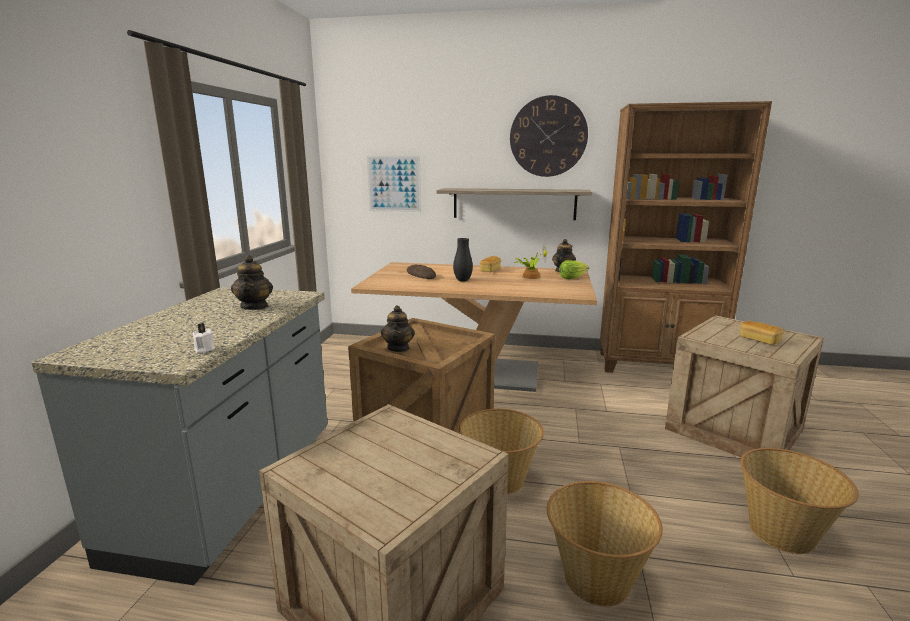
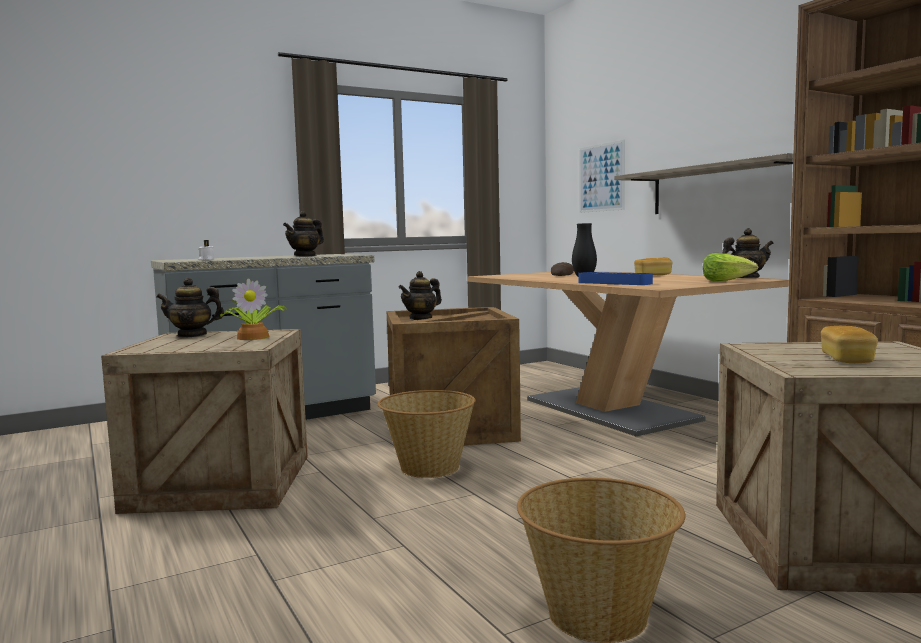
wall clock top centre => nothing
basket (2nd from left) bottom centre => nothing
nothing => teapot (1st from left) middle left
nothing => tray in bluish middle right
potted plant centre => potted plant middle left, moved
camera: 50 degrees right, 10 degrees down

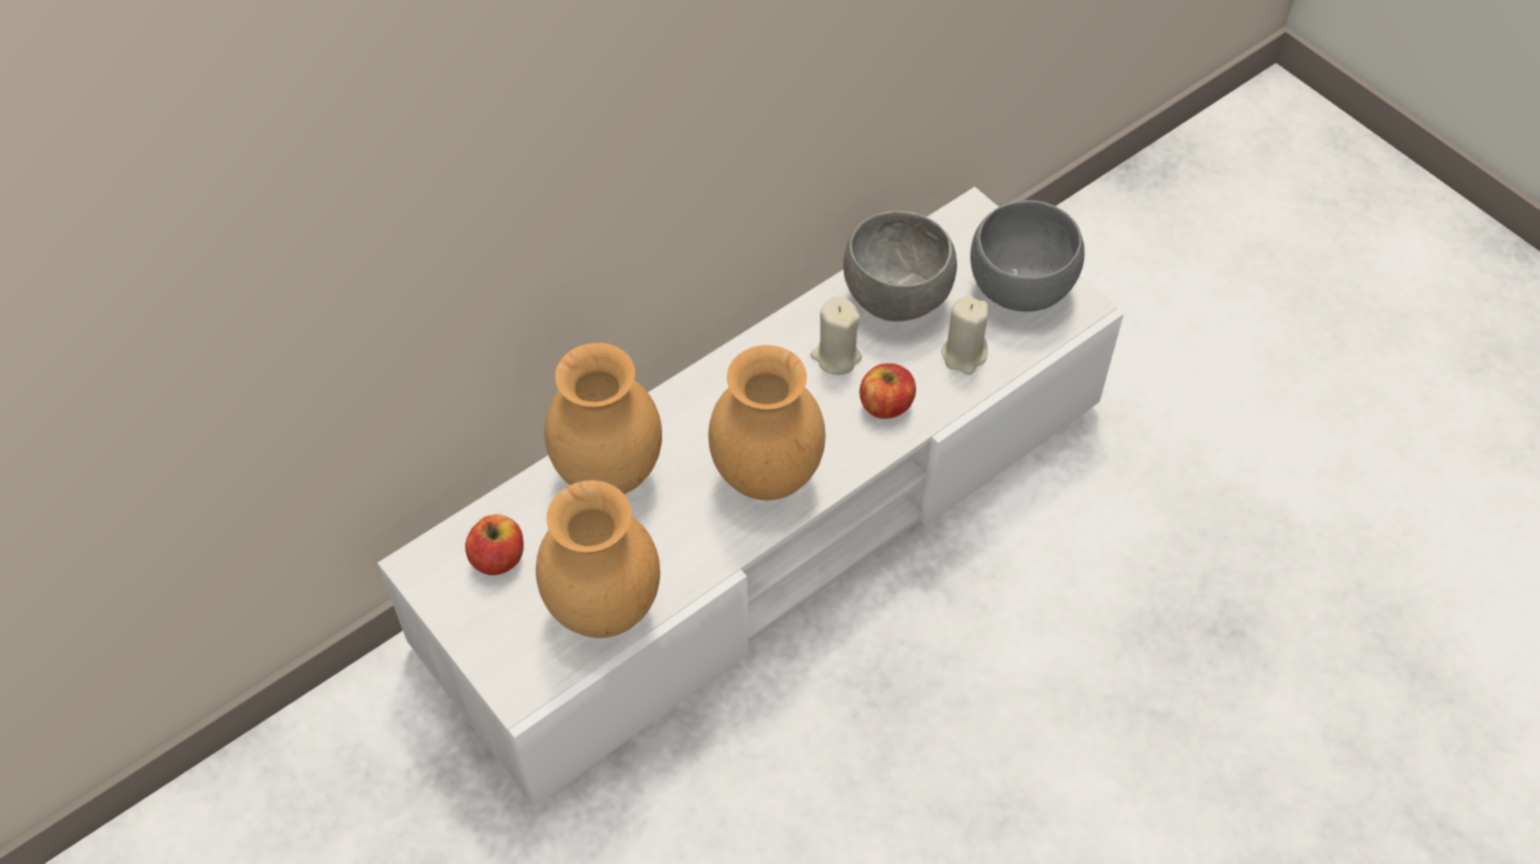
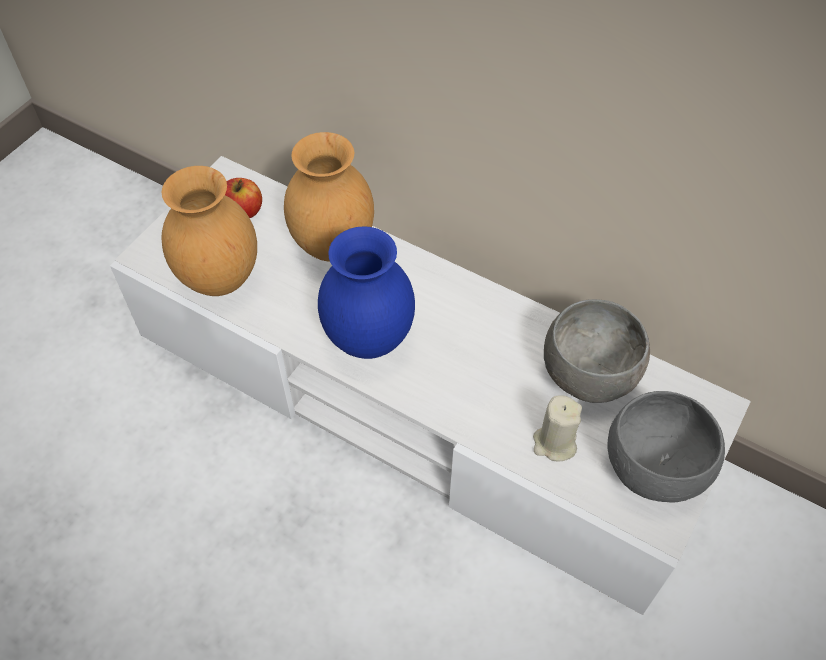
wax light in sand-coloured (1st from left) centre => nothing
apple fruit (2nd from left) centre => nothing
vase in brown-coloured (3rd from left) centre => vase in bluish centre
camera: 70 degrees right, 0 degrees up

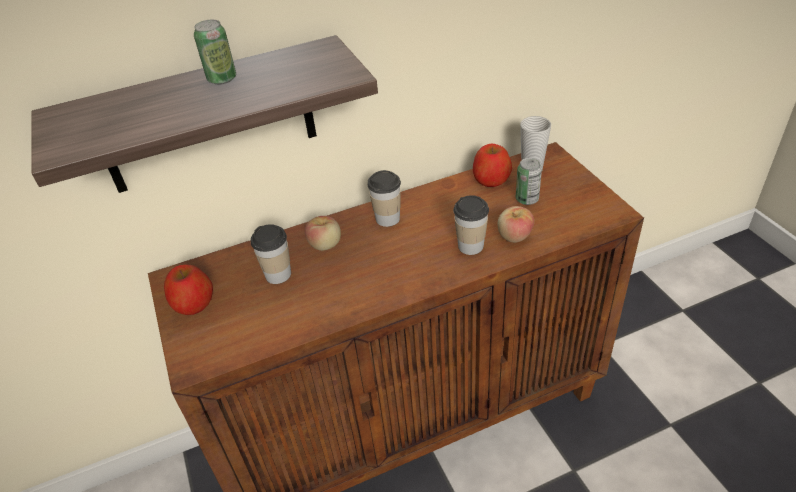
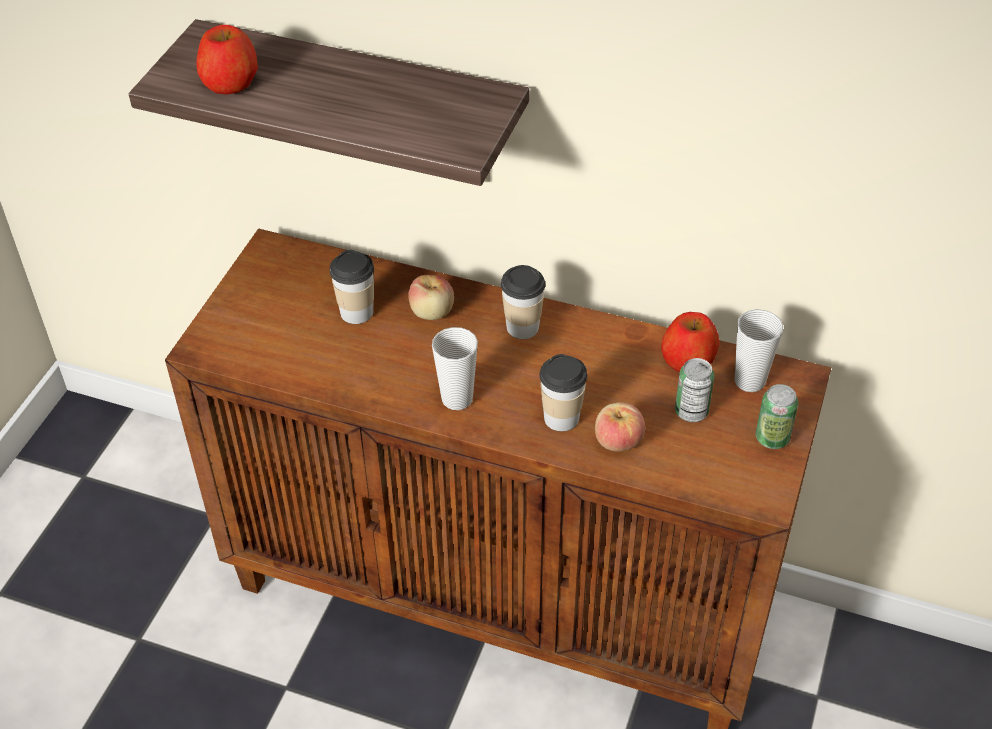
nothing => cup (2nd from left) centre
apple fruit (1st from left) middle left => apple fruit (1st from left) top left, moved
can (1st from left in the first image) top left => can (2nd from left) middle right, moved
camera: 40 degrees right, 5 degrees up

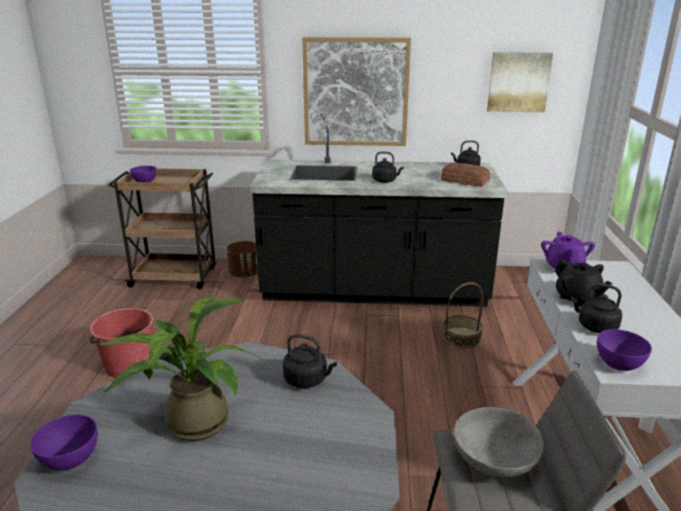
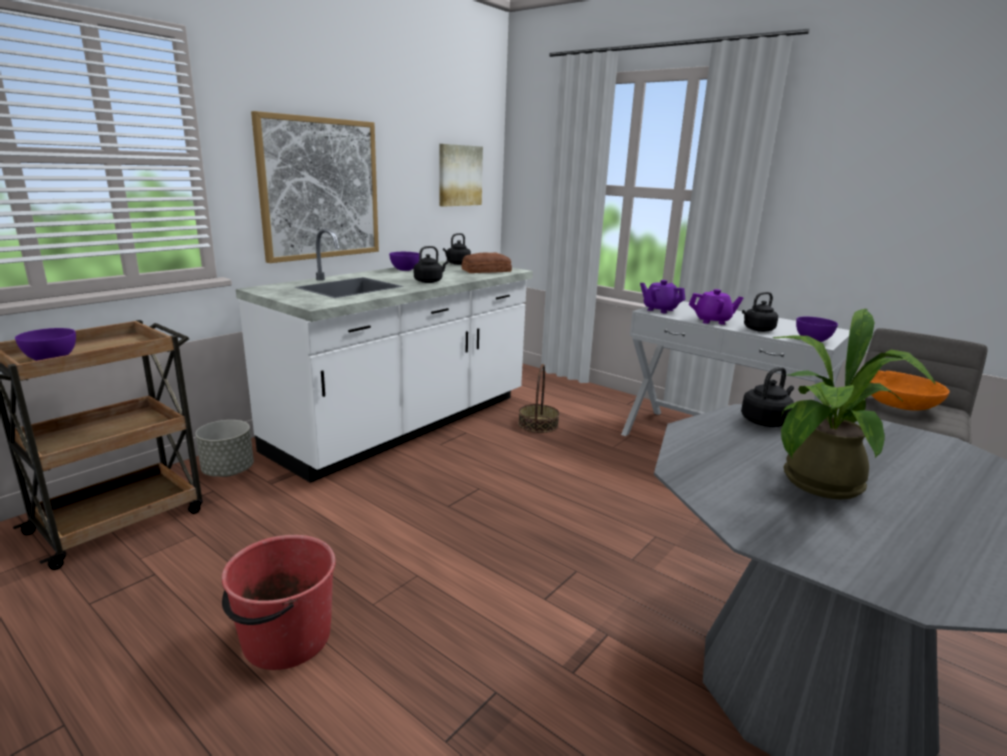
bowl in purple (1st from left in the first image) bottom left => bowl in purple (2nd from left) centre, moved
flower pot in brown-coloured centre => flower pot in greyish middle left
counter in black centre => counter in whitish centre
bowl in greyish bottom right => bowl in orangey middle right
teapot in black middle right => teapot in purple (2nd from left) middle right
camera: 55 degrees left, 5 degrees down

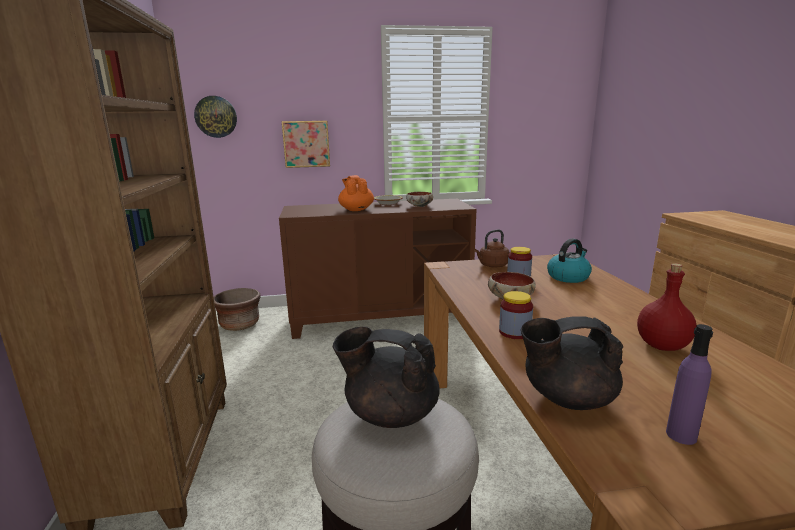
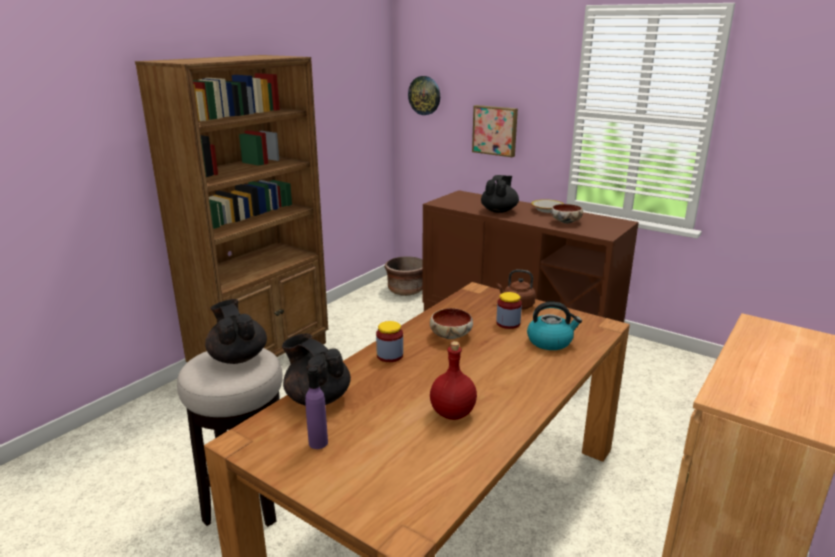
teapot in orangey centre => teapot in black (3rd from left) centre
camera: 45 degrees right, 5 degrees up

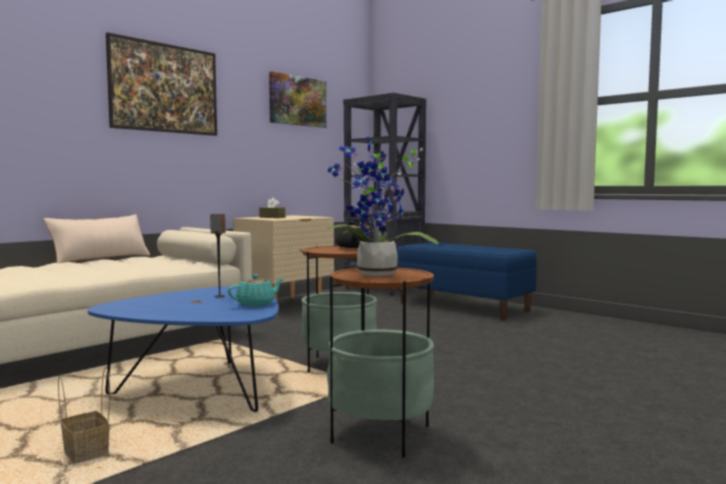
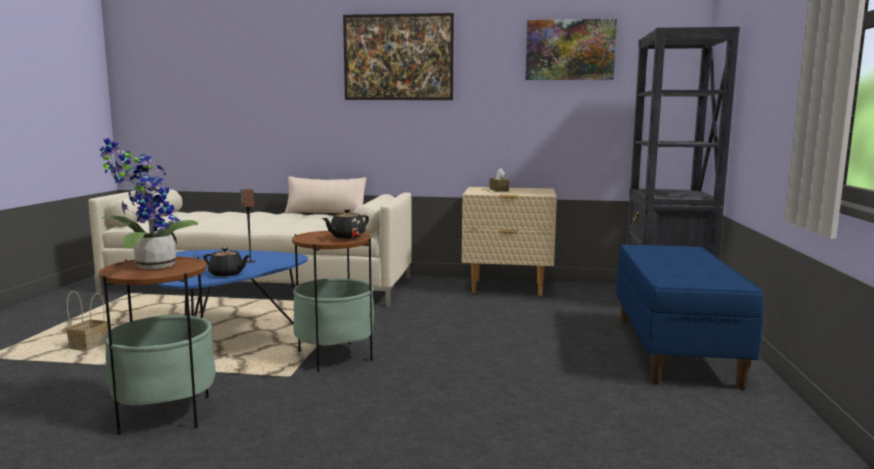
teapot in blue-green centre => teapot in black (1st from left) middle left
camera: 55 degrees right, 5 degrees up

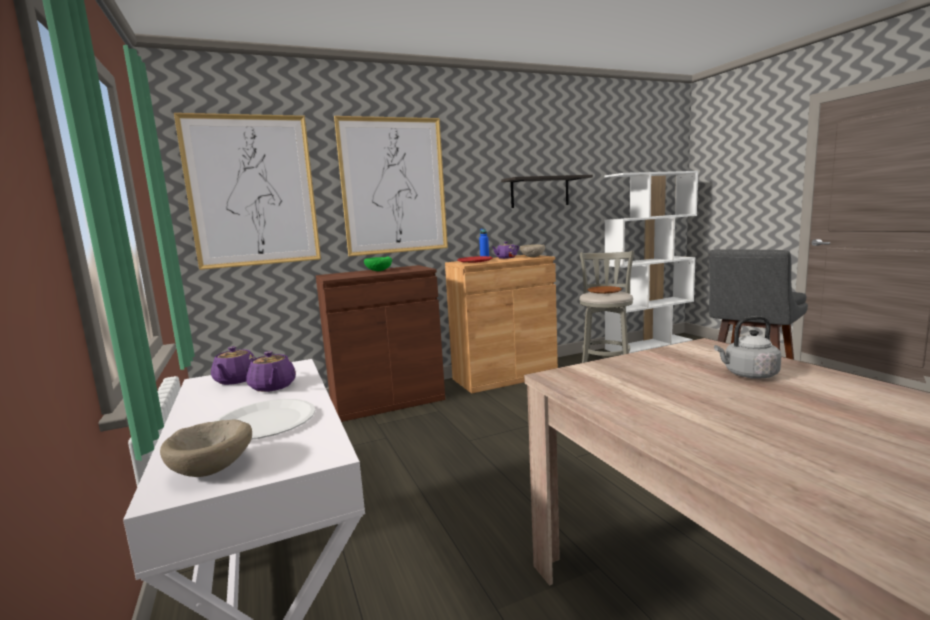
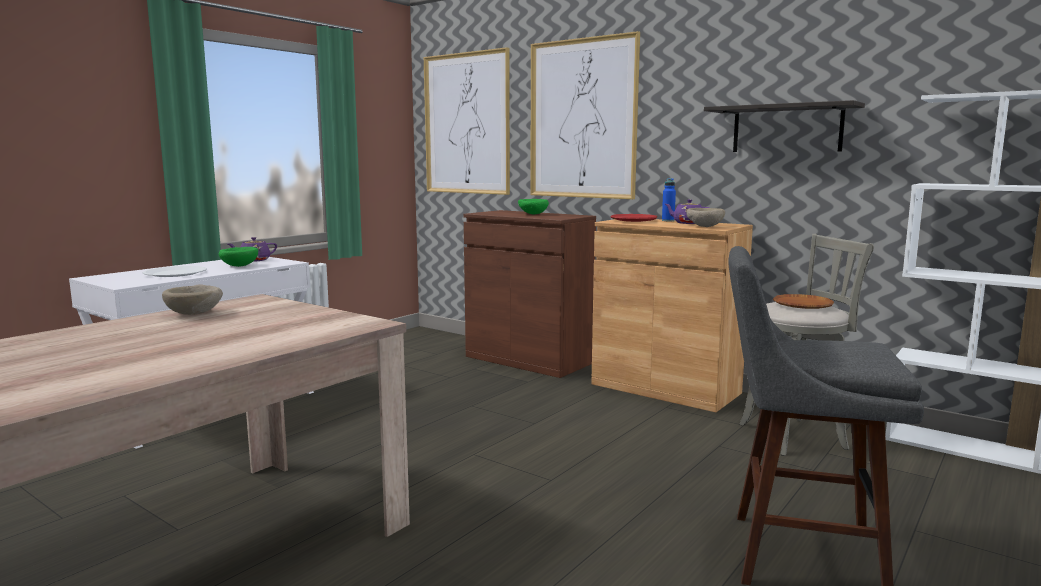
tea kettle in greyish middle right => nothing
bowl in sand-coloured (1st from left) bottom left => bowl in sand-coloured (1st from left) middle left, moved
teapot in purple (2nd from left) middle left => bowl in green (1st from left) middle left
camera: 60 degrees right, 0 degrees up

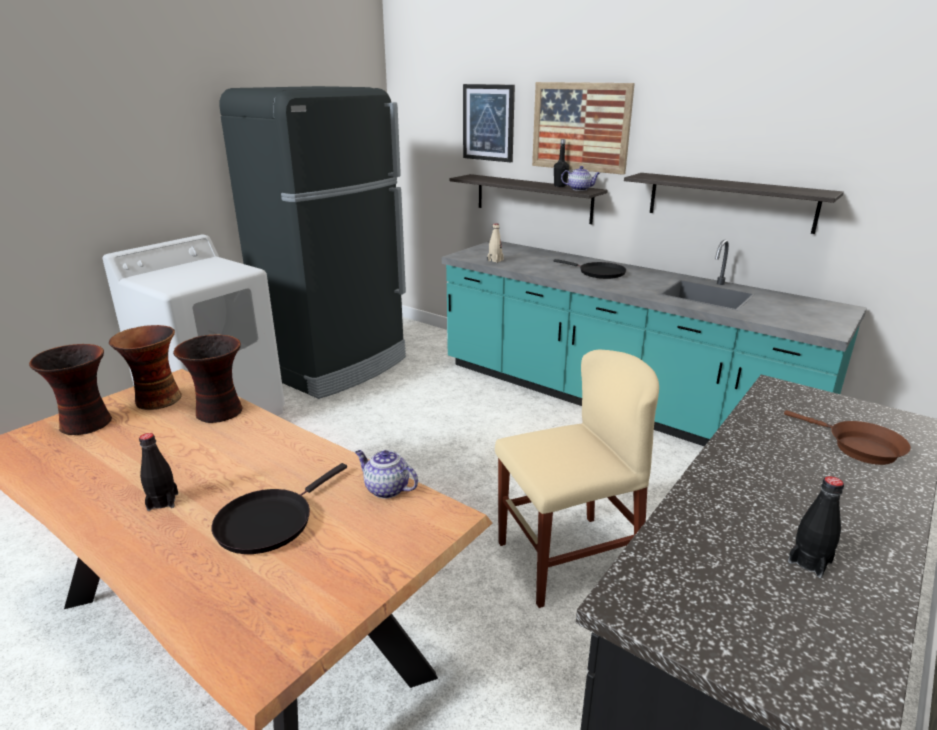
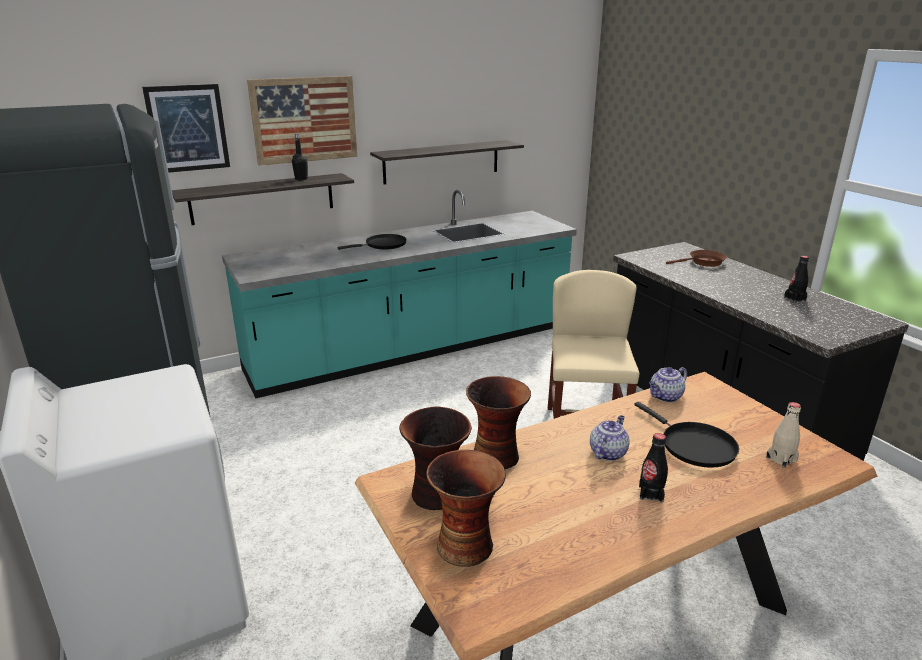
drink bottle in sand-coloured top centre => drink bottle in sand-coloured middle right, moved
teapot (2nd from left in the first image) top centre => teapot (1st from left) centre, moved
camera: 65 degrees left, 0 degrees up

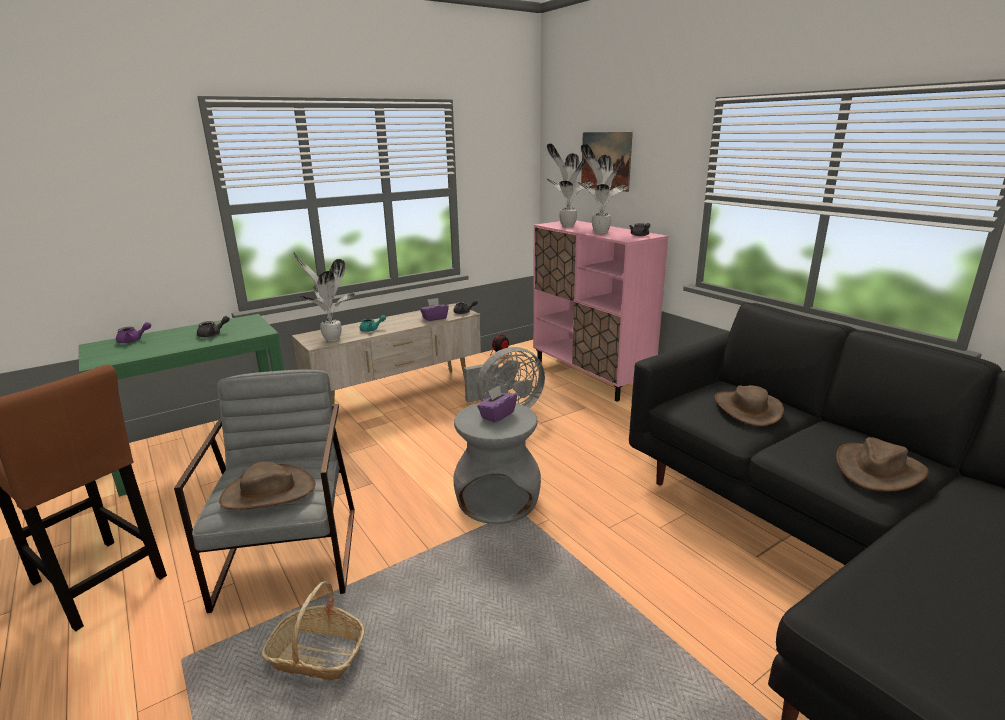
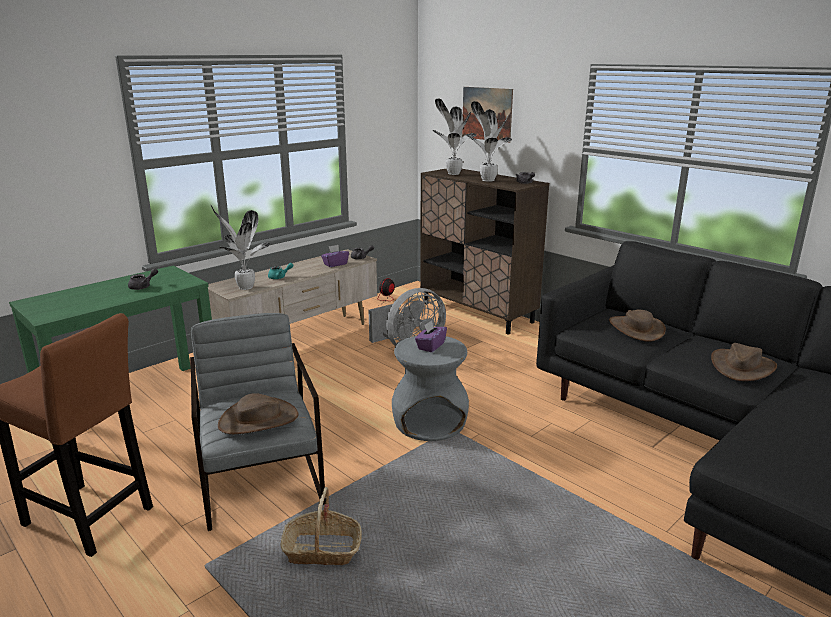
teapot in purple middle left => nothing
cabinet in pink centre => cabinet in brown-coloured centre
camera: 10 degrees left, 0 degrees up

